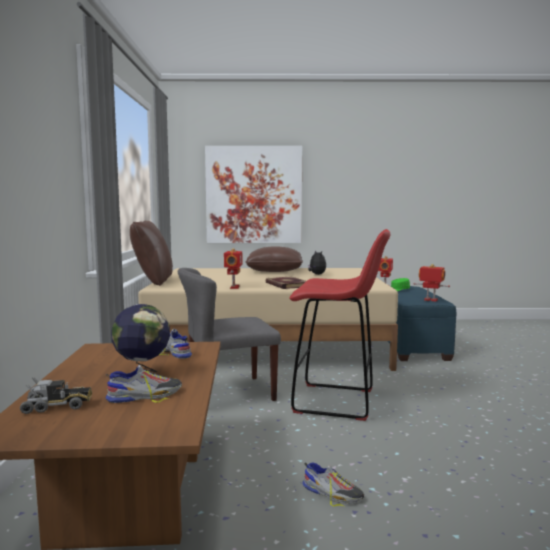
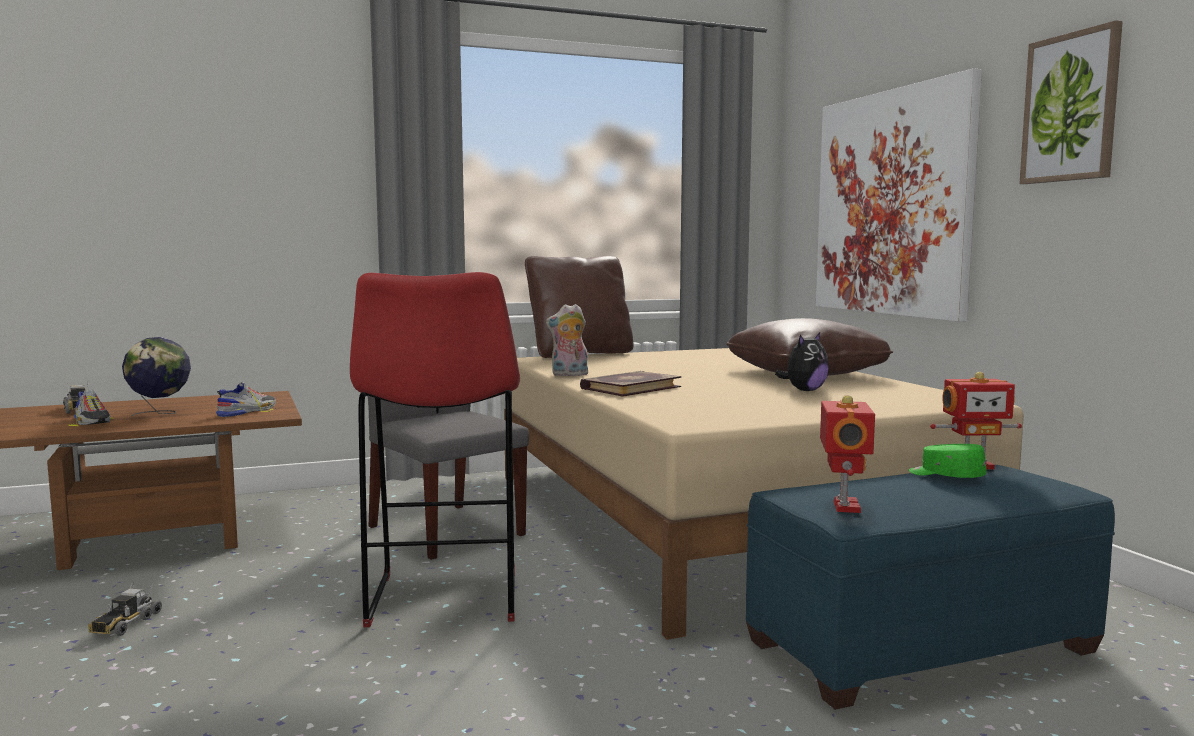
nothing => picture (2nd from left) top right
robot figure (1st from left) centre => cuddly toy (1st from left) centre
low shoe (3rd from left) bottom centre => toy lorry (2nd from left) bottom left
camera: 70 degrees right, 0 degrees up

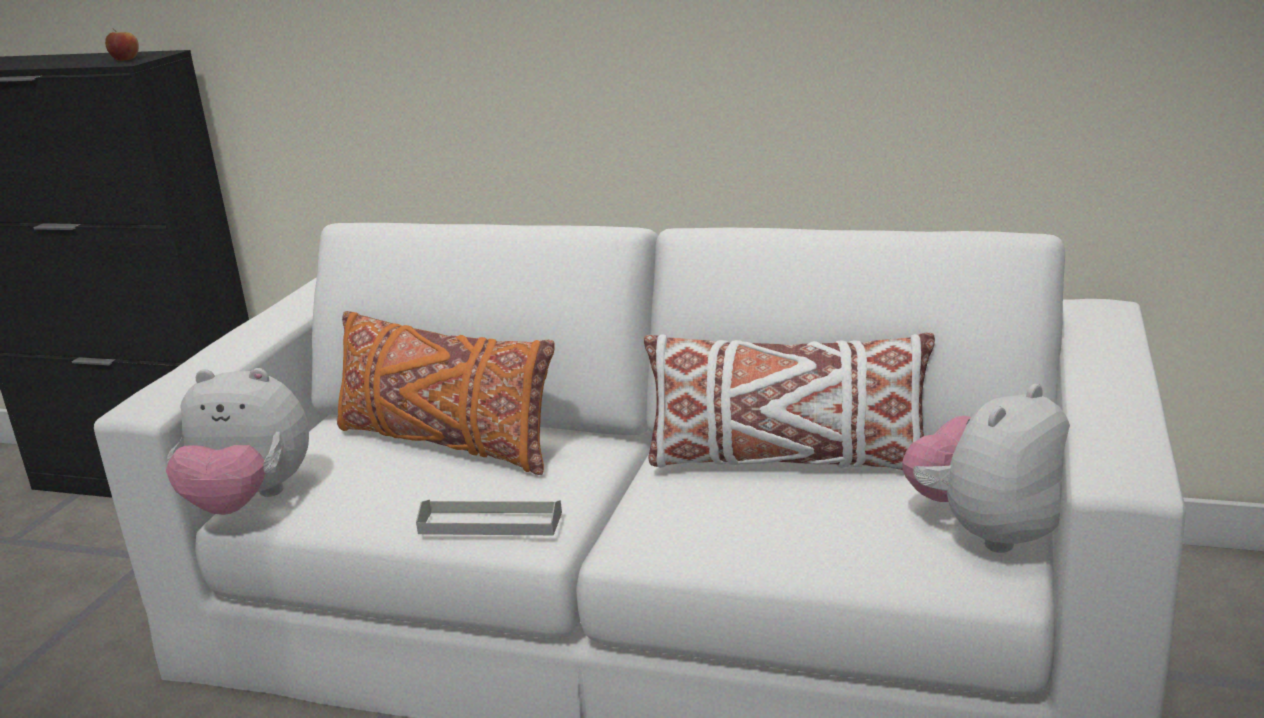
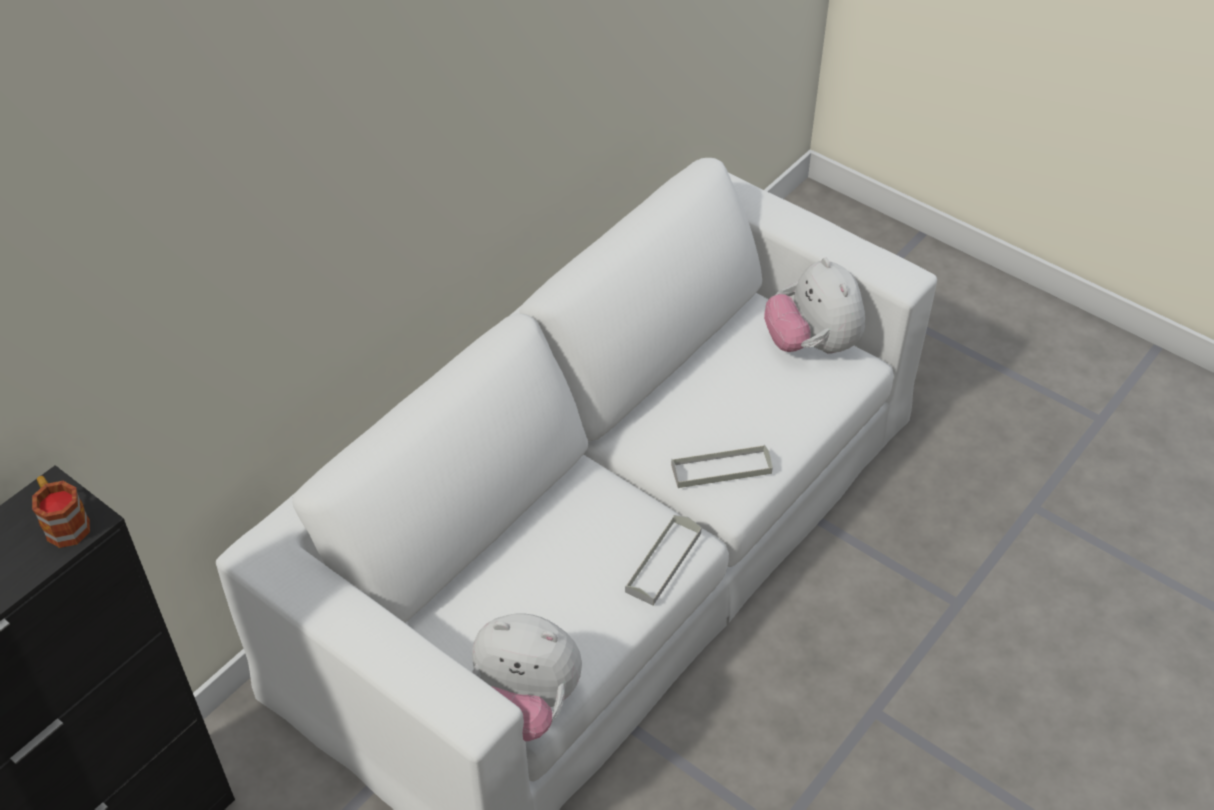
cushion in orangey centre => nothing
cushion in whitish centre => nothing
nothing => tray in greyish (2nd from left) centre
apple fruit top left => mug middle left
cuddly toy (1st from left) middle left => cuddly toy (1st from left) bottom centre, 75 degrees clockwise
camera: 70 degrees left, 25 degrees up

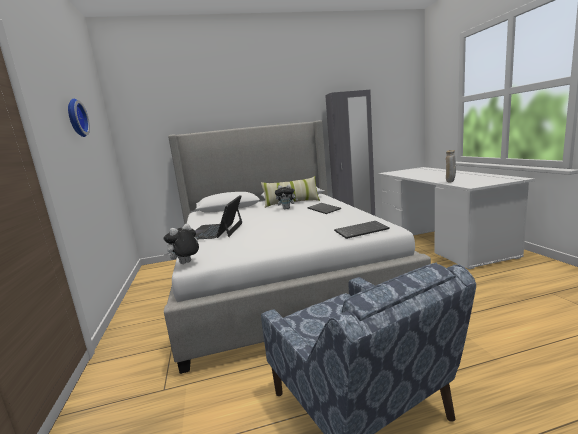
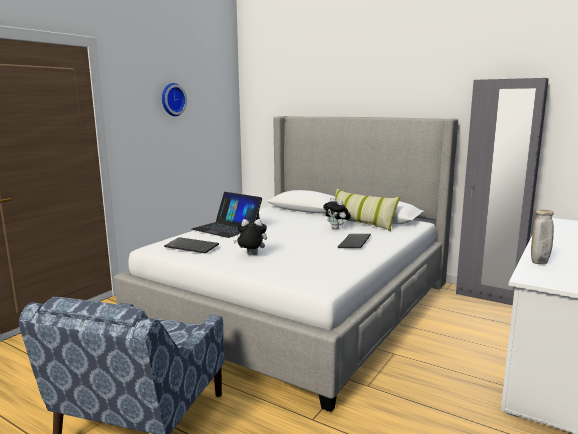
cuddly toy (1st from left) middle left => cuddly toy (1st from left) centre, moved
PC keyboard (2nd from left in the first image) centre => PC keyboard (1st from left) middle left, moved
portable computer centre, 105 degrees counterclockwise
camera: 45 degrees right, 0 degrees up

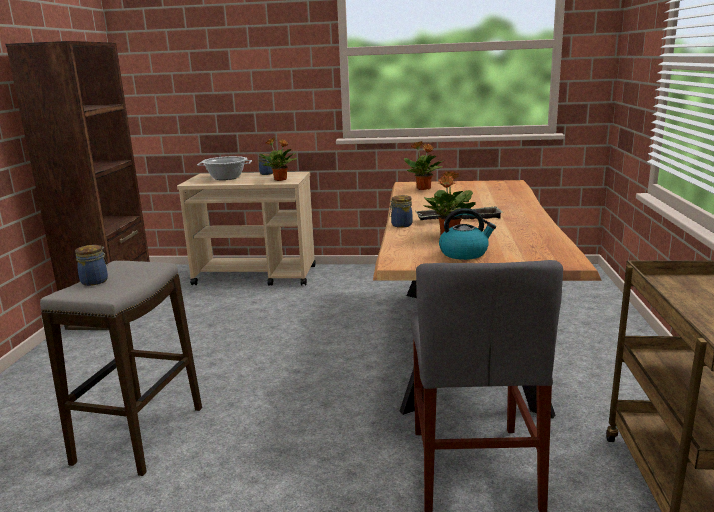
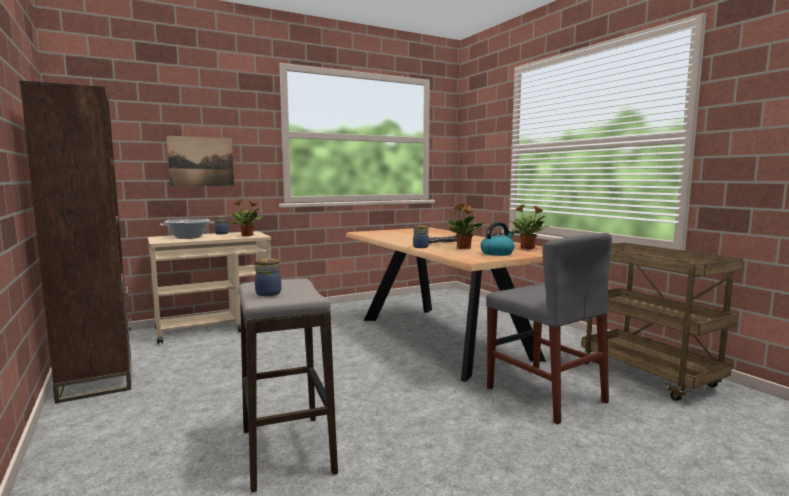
nothing => picture top left
potted plant (2nd from left in the first image) top centre => potted plant (3rd from left) middle right, moved
camera: 35 degrees left, 10 degrees down

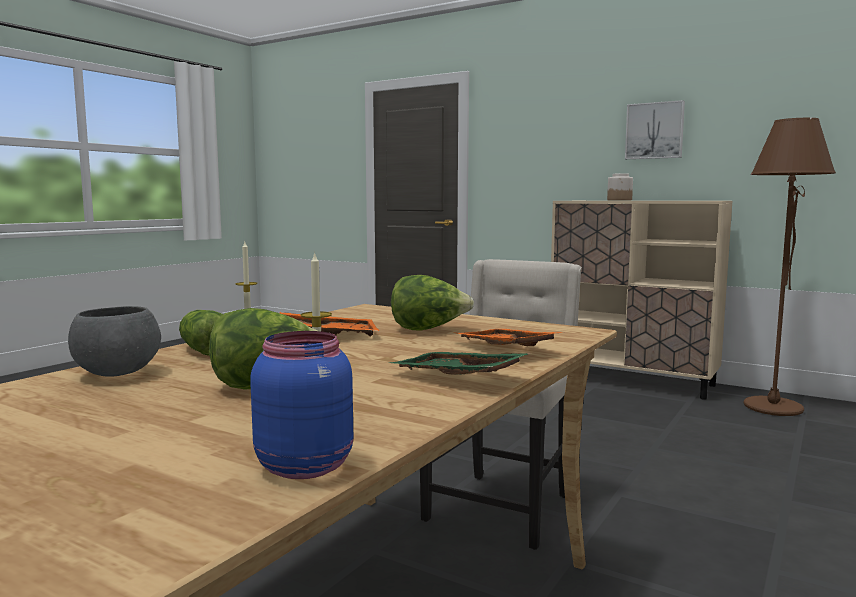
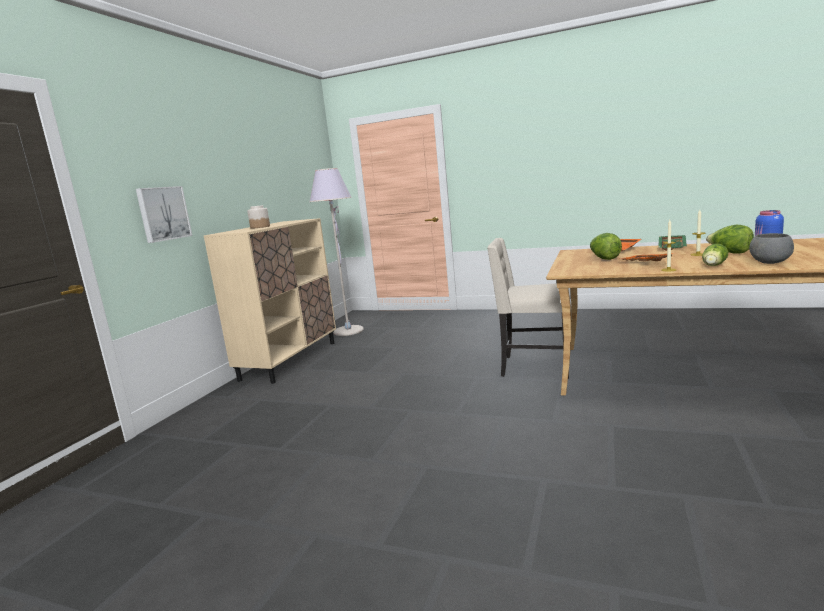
picture top right => picture middle left, moved
floor lamp in brown-coloured middle right => floor lamp in greyish centre
camera: 100 degrees left, 5 degrees up

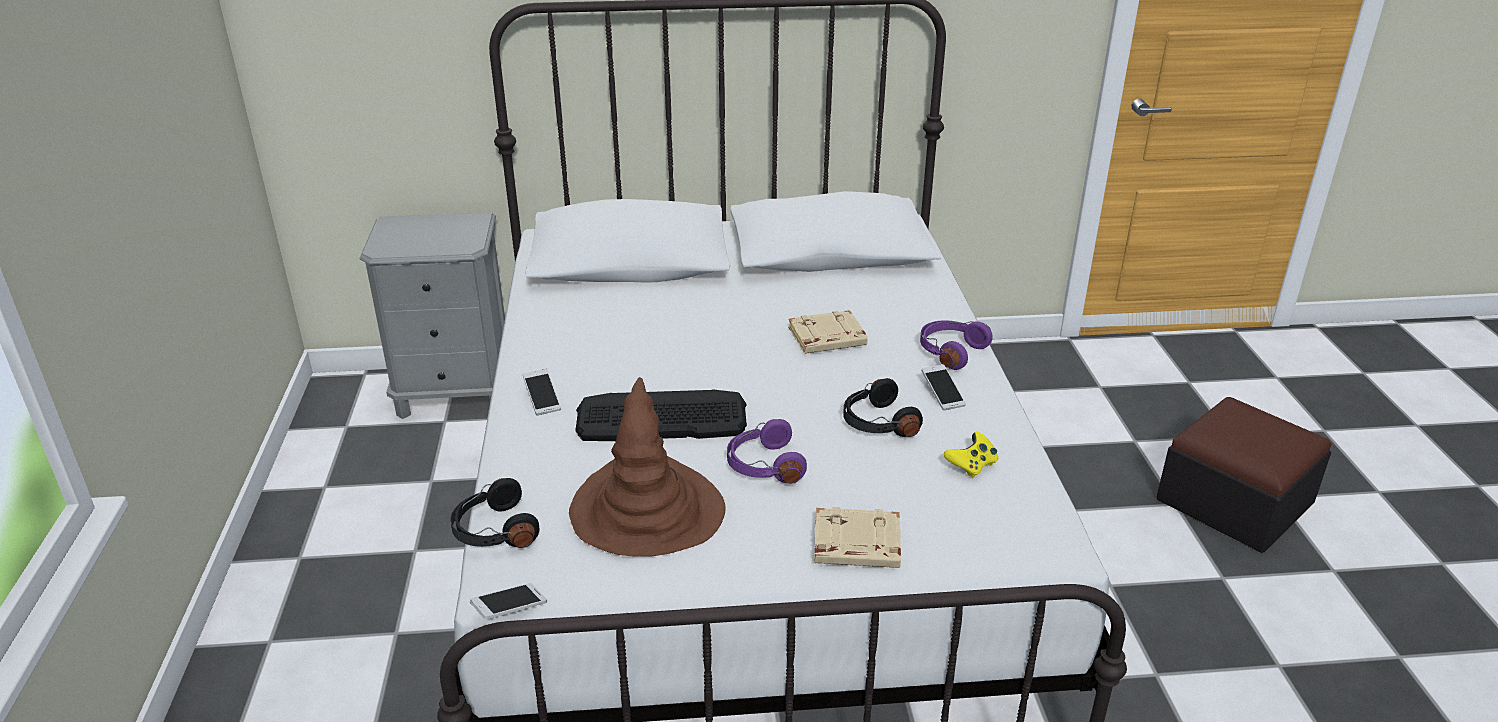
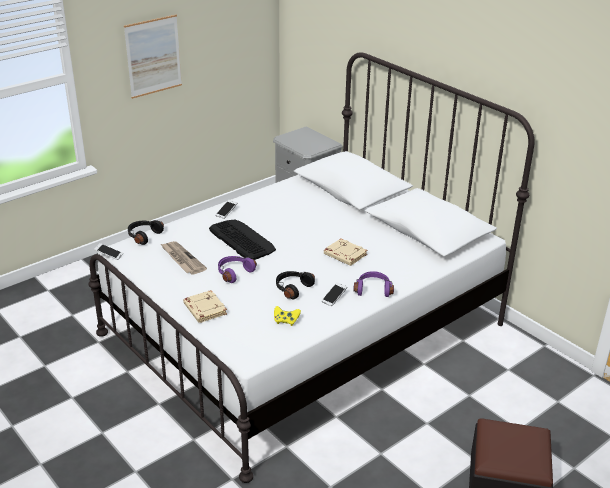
nothing => picture top left
clothing hat in brown-coloured centre => newspaper middle left
camera: 55 degrees right, 0 degrees up

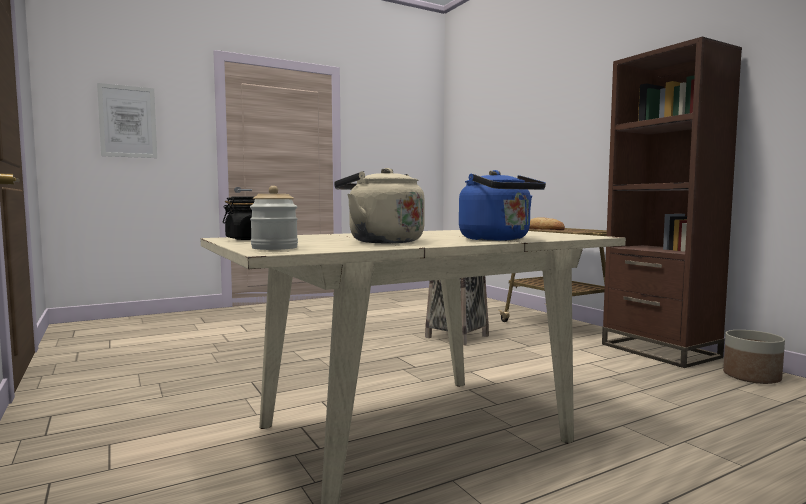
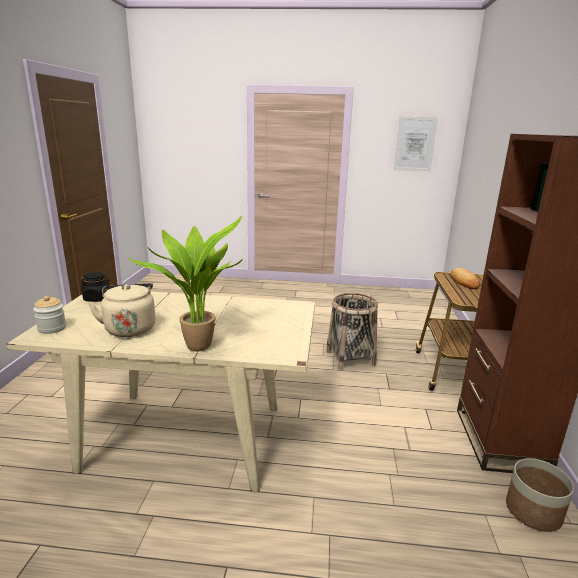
picture top left => picture top right, moved
tea kettle in bluish centre => potted plant middle left
camera: 35 degrees right, 15 degrees up

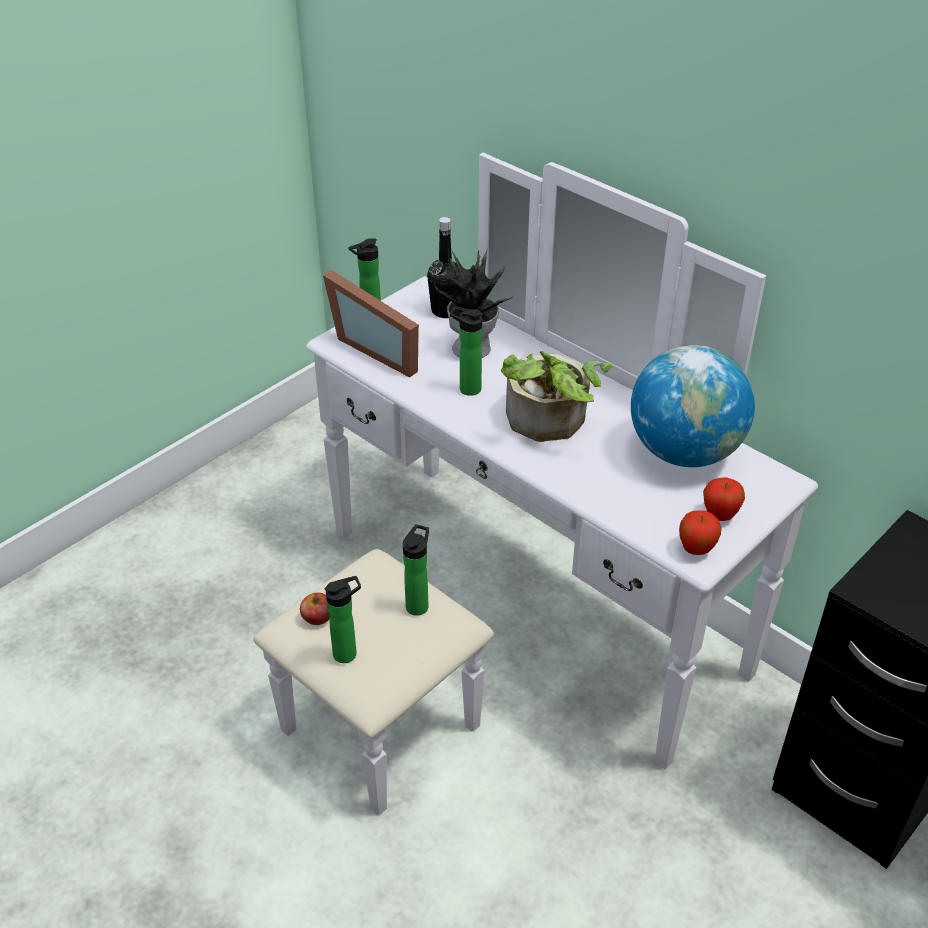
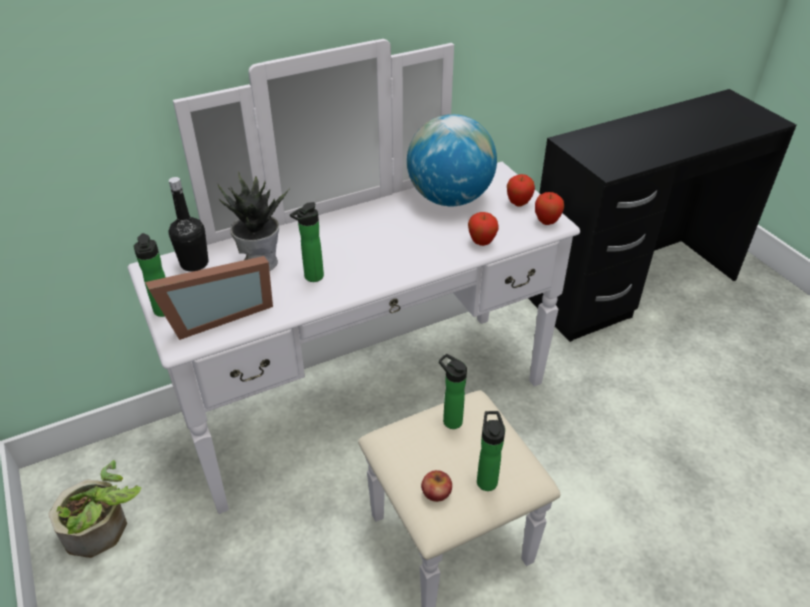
nothing => apple fruit (2nd from left) centre
potted plant (2nd from left in the first image) centre => potted plant (1st from left) bottom left, moved
camera: 70 degrees left, 0 degrees up

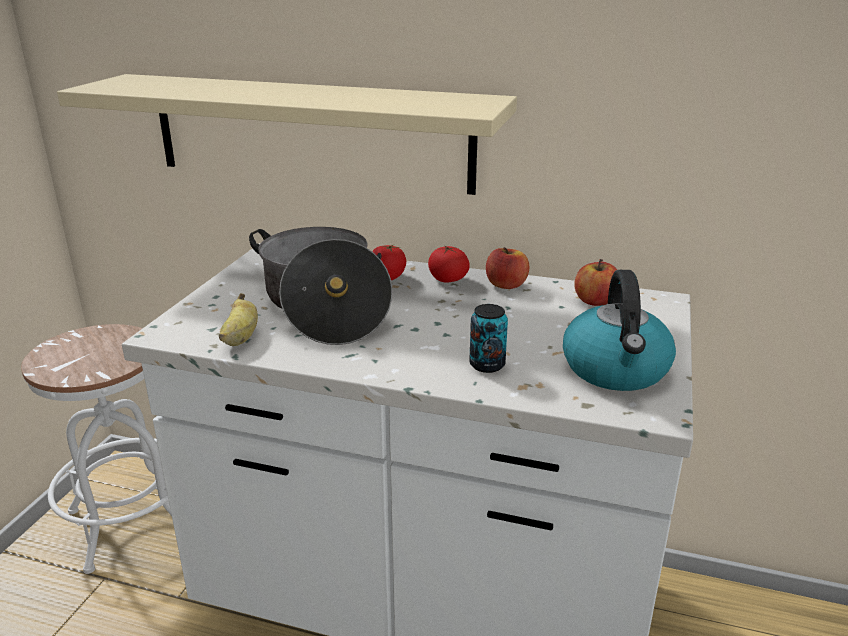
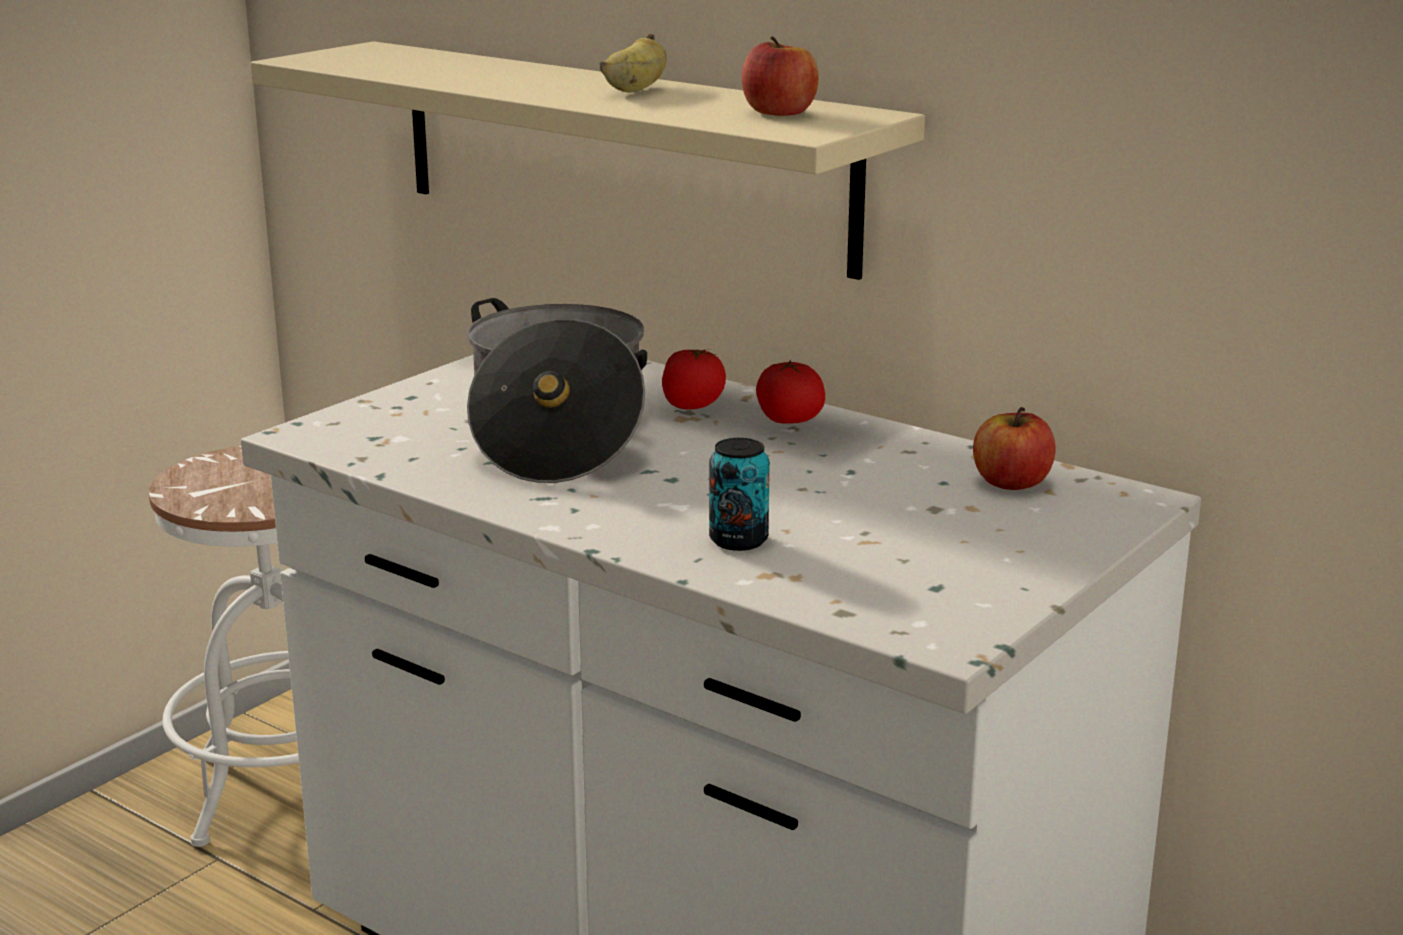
tea kettle middle right => nothing
banana middle left => banana top centre, moved
apple fruit (1st from left) centre => apple fruit (1st from left) top centre, moved
camera: 20 degrees right, 5 degrees down

